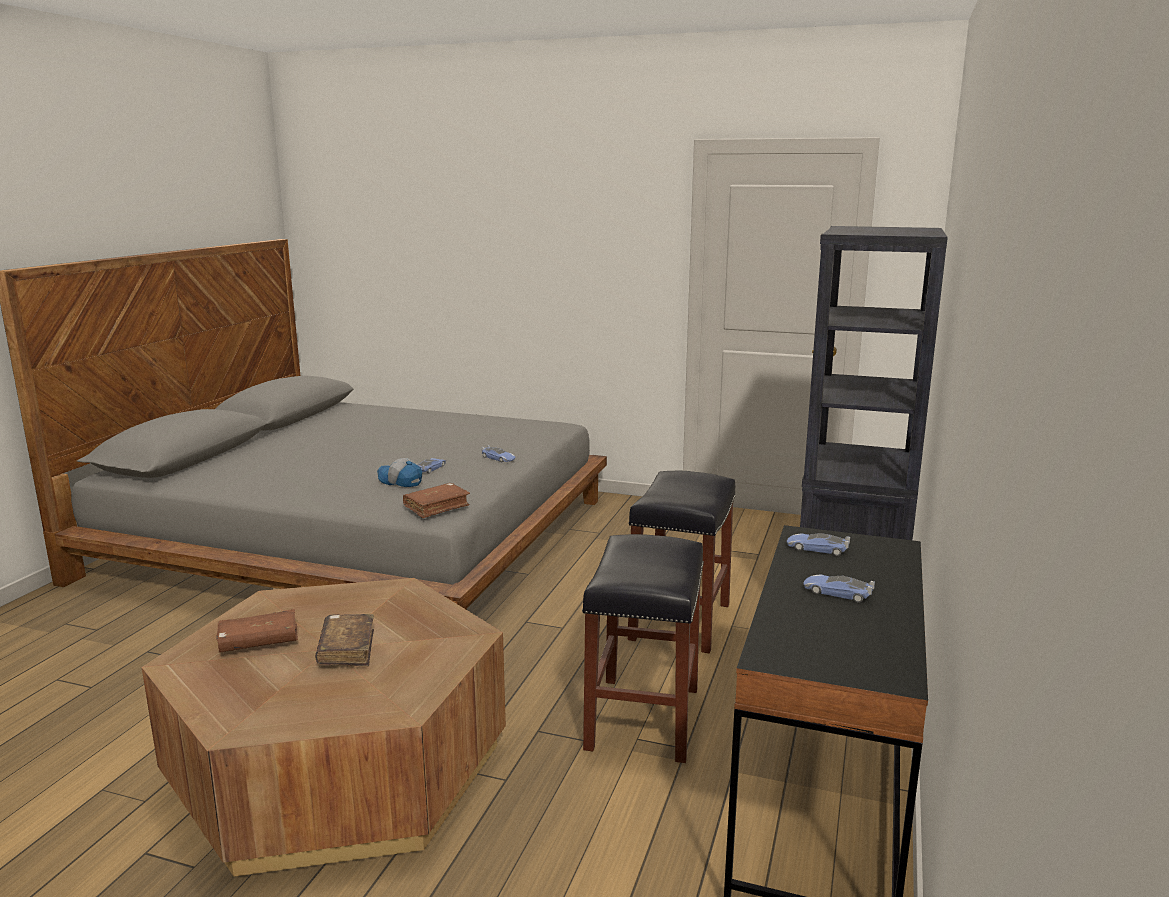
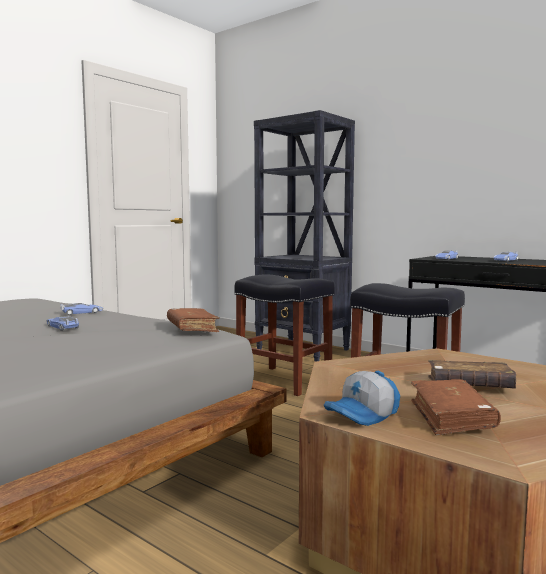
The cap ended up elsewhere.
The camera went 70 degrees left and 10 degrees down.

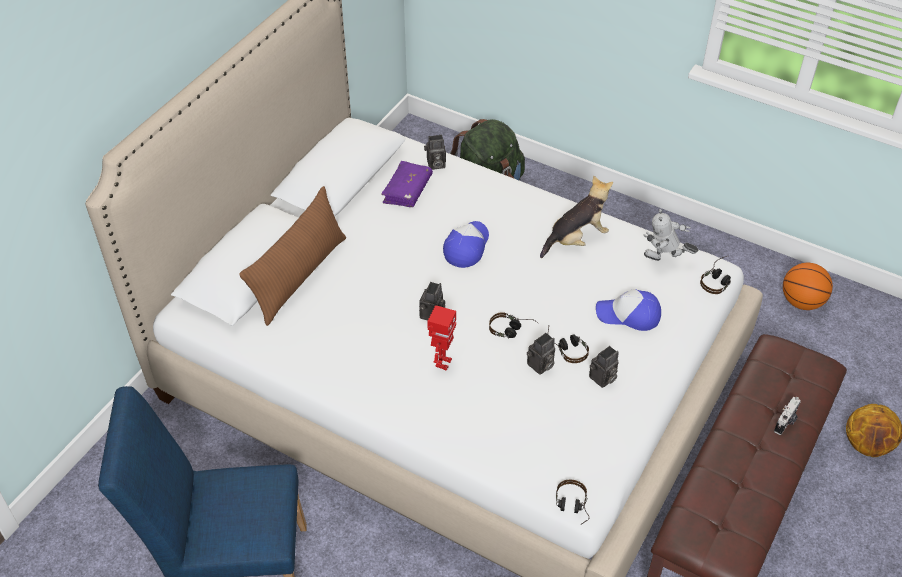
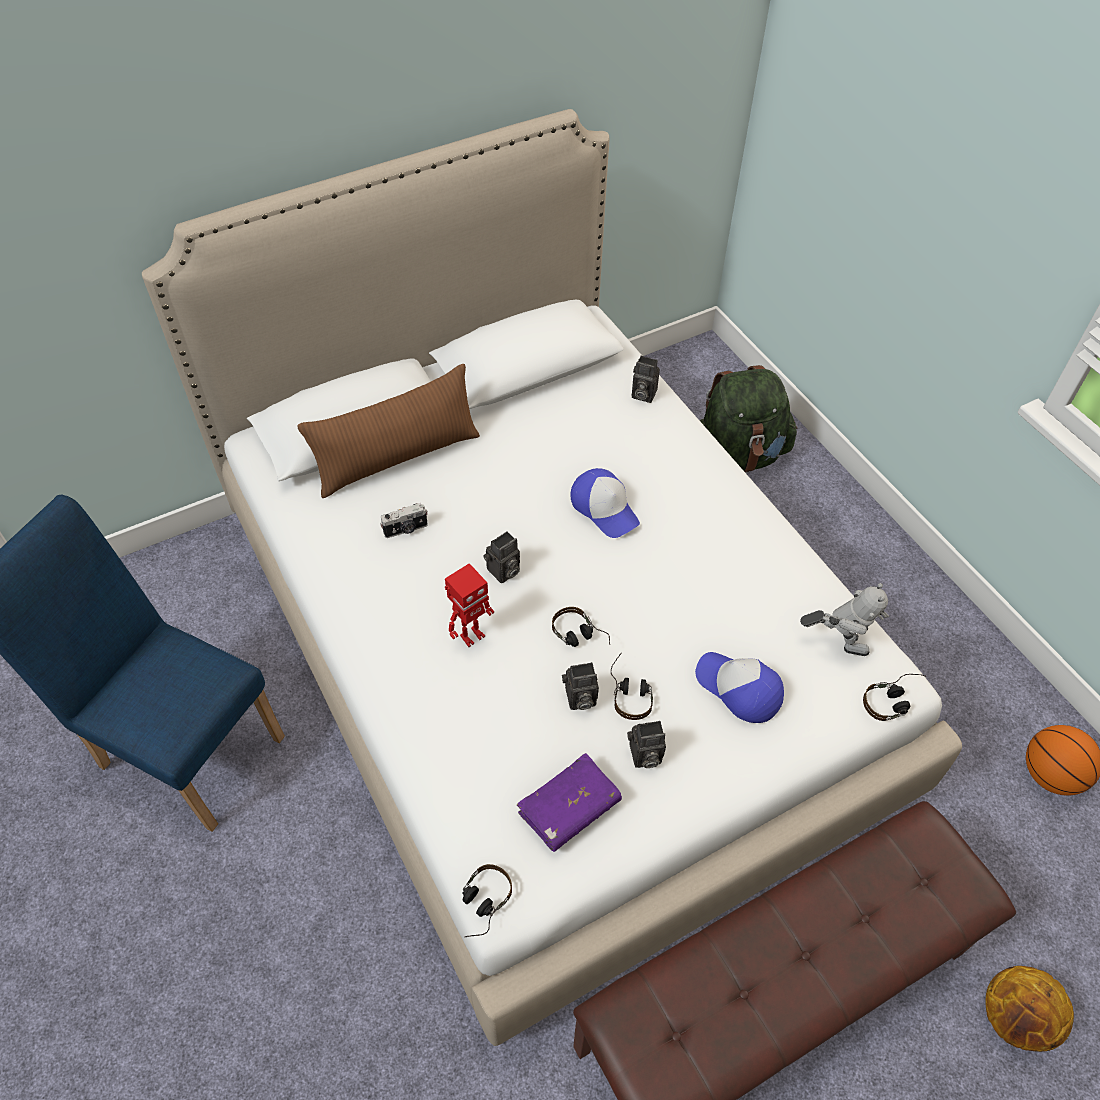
The photo camera (no. 5 from left in the first image) ended up elsewhere.
The purple book ended up elsewhere.
The cap (no. 1 from left) ended up facing another way, 90 degrees clockwise from before.
The toy robot (no. 2 from left) ended up facing another way, 150 degrees clockwise from before.
The second view lost the plush toy.
The camera went 30 degrees right and 5 degrees up.

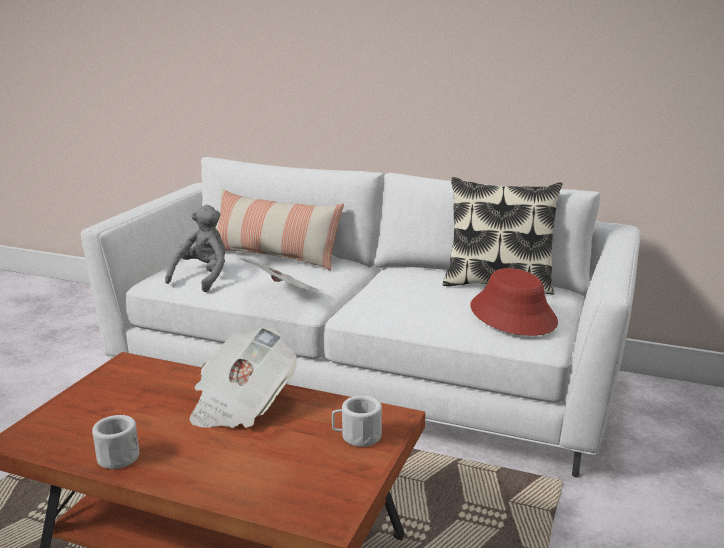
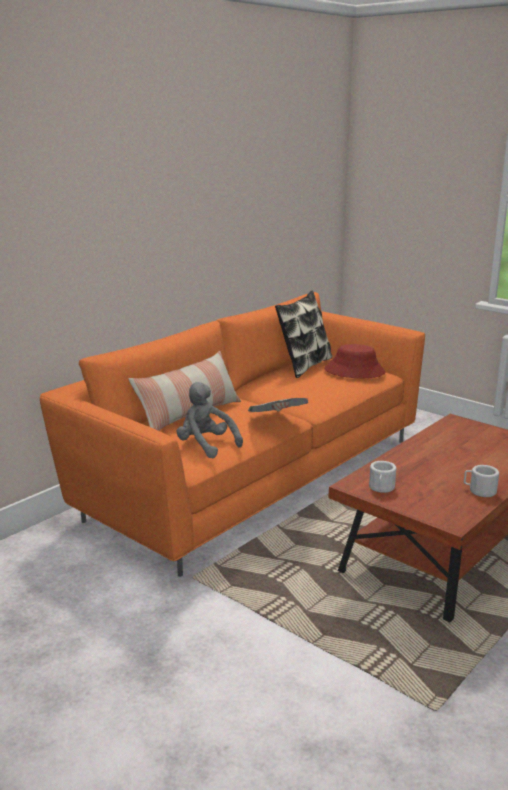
What was the white sofa turned into the orange sofa.
The white mug (no. 2 from left in the first image) ended up elsewhere.
The second view lost the newspaper (no. 1 from left).
The camera went 70 degrees left and 0 degrees up.

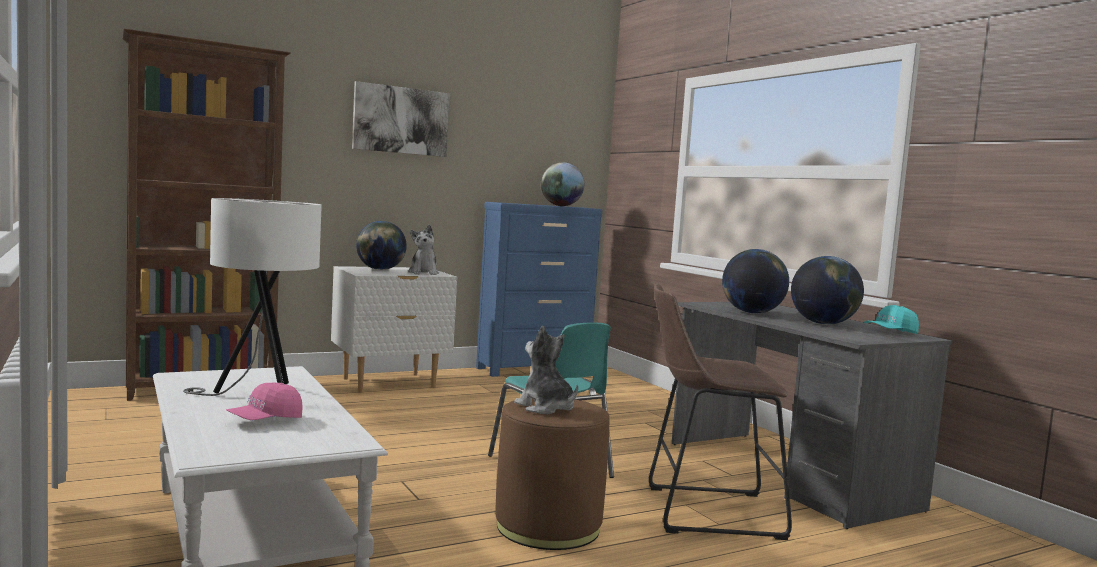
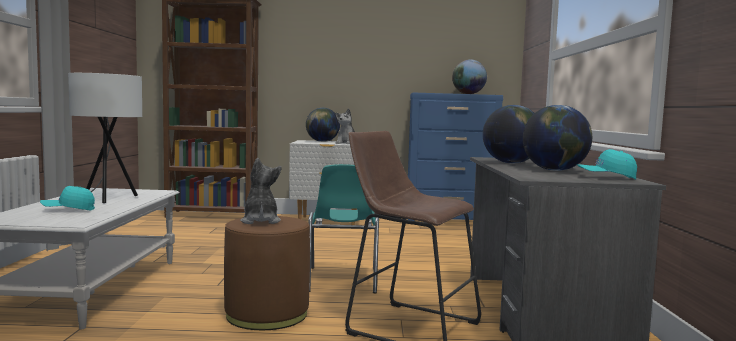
What was the pink cap turned into the turquoise cap (no. 1 from left).
The second view lost the picture.
The camera went 30 degrees right and 0 degrees up.

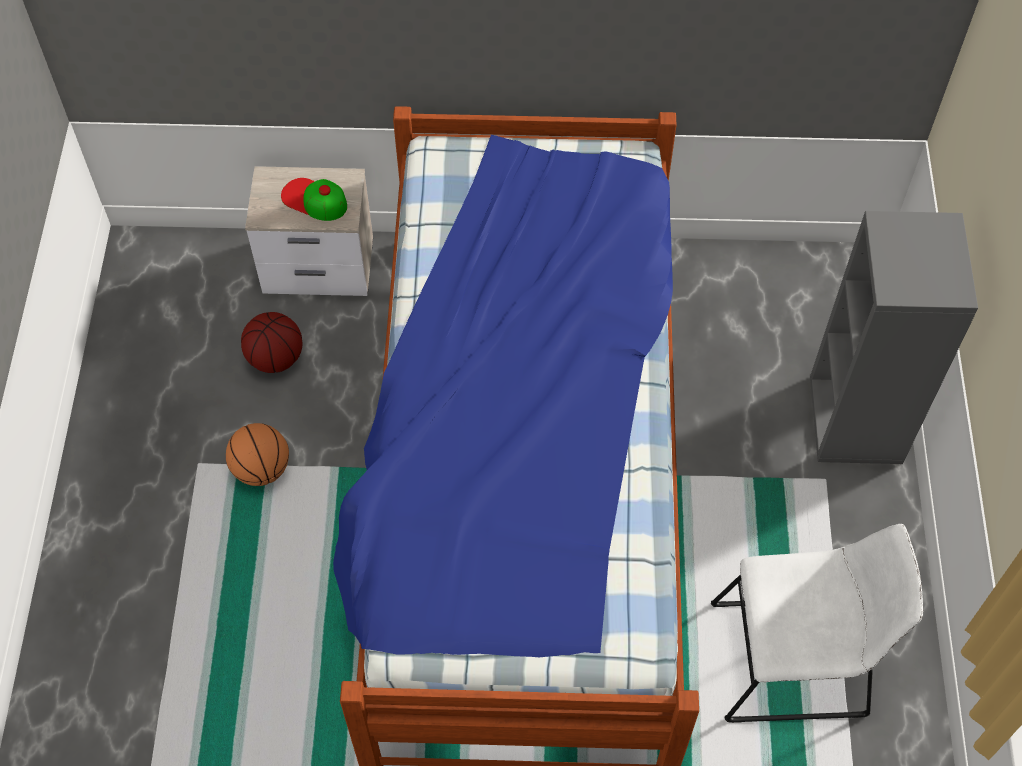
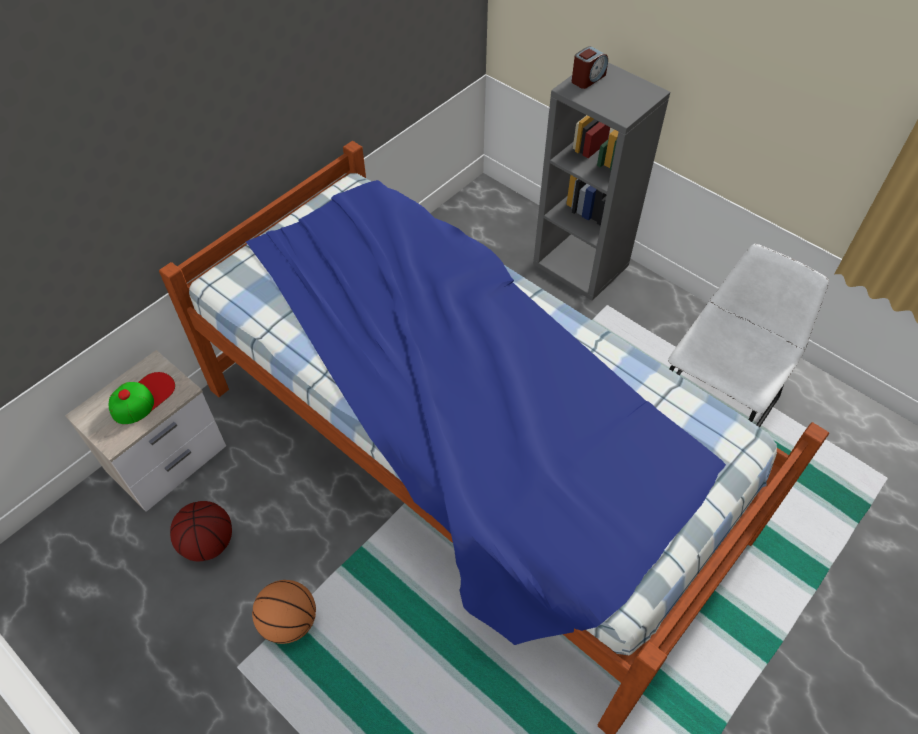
The cap ended up facing another way, 150 degrees clockwise from before.
The second view gained the alarm clock.
The camera went 50 degrees left and 5 degrees down.

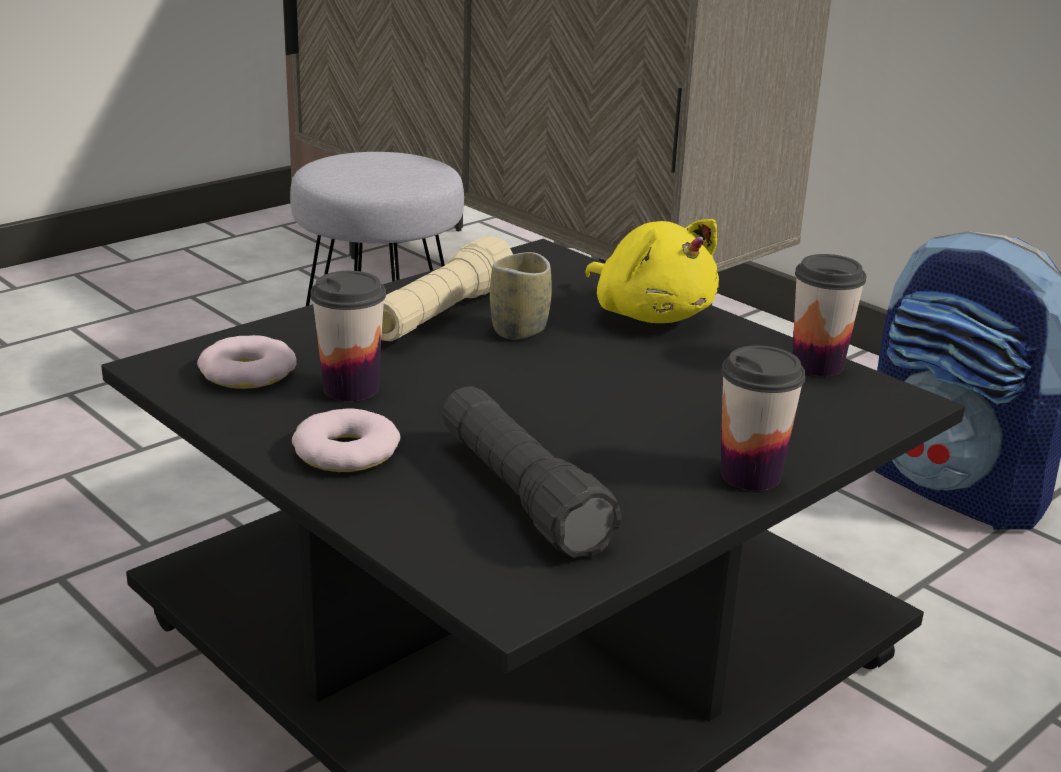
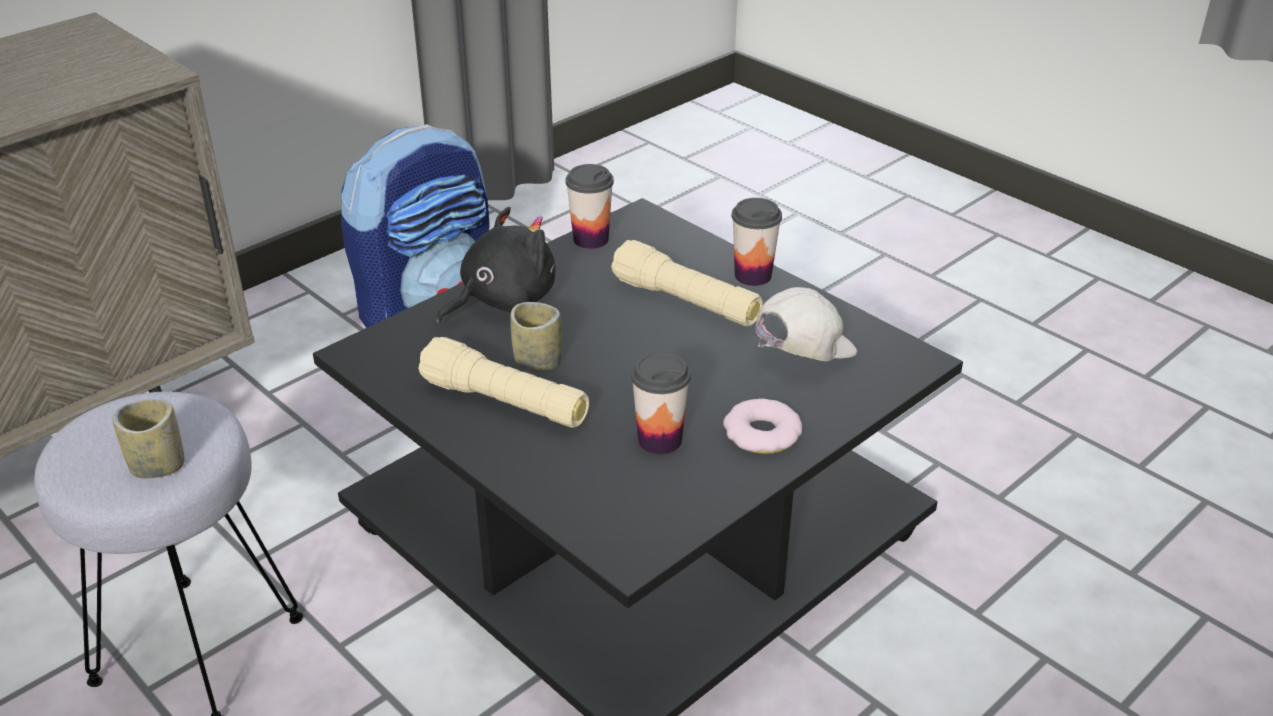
The second view gained the cup (no. 1 from left).
What was the yellow plush toy turned into the black plush toy.
The second view gained the beige flashlight (no. 2 from left).
Where the black flashlight stood, the white cap came to stand.
The second view lost the donut (no. 1 from left).
The camera went 90 degrees left and 10 degrees up.

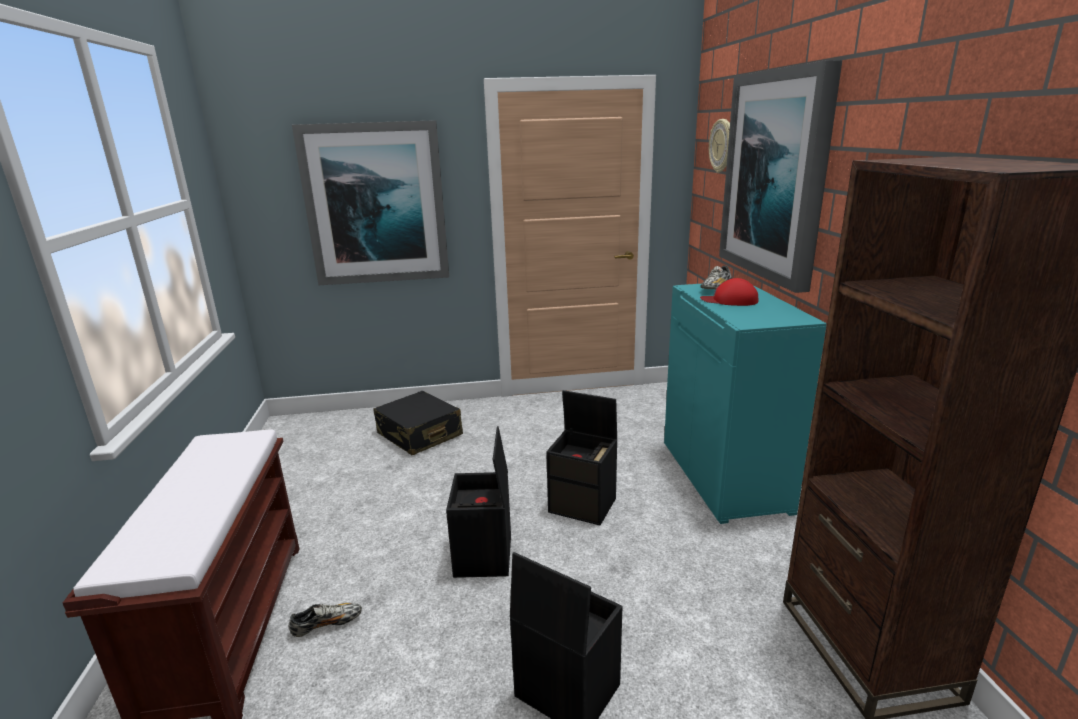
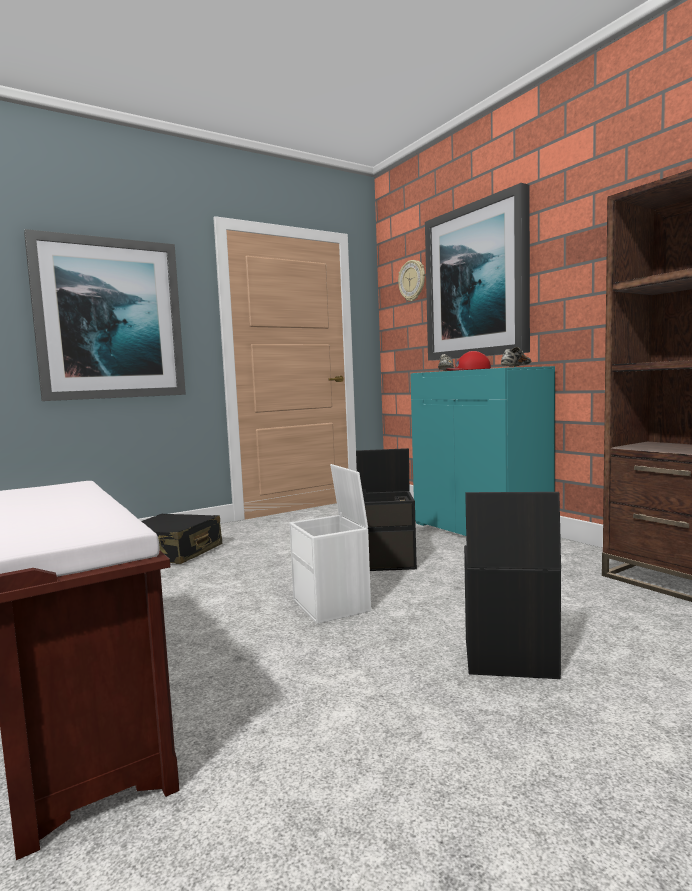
What was the black storage box (no. 1 from left) turned into the white storage box.
The shoe (no. 1 from left in the first image) ended up elsewhere.
The camera went 25 degrees left and 15 degrees down.

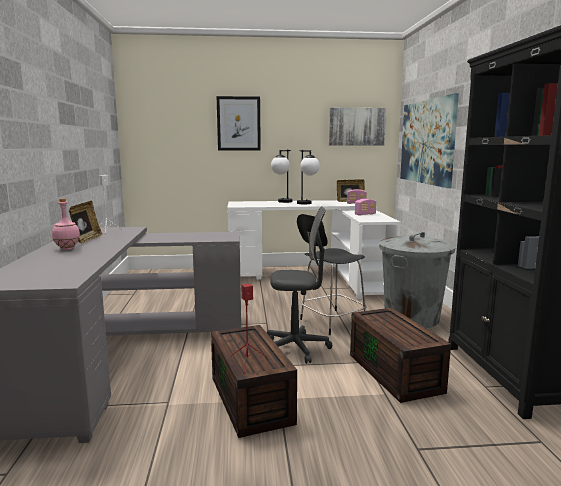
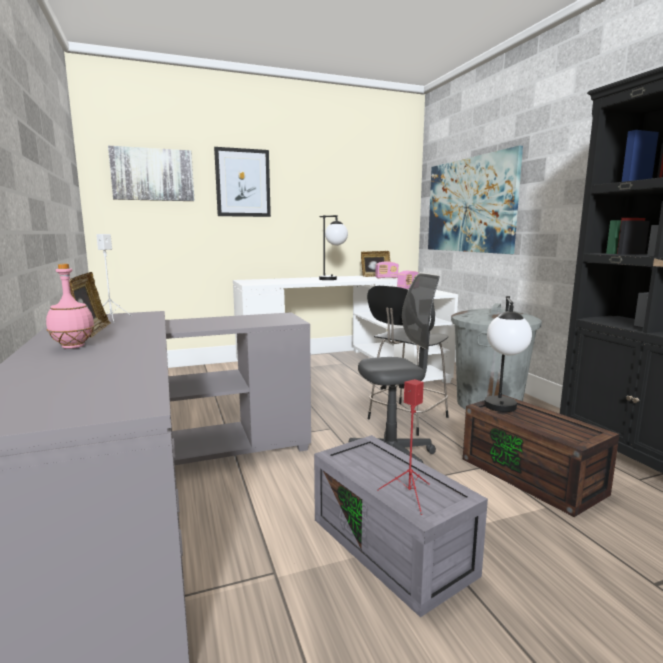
The picture (no. 2 from left in the first image) ended up elsewhere.
What was the brown storage box (no. 1 from left) turned into the grey storage box.
The table lamp (no. 1 from left in the first image) ended up elsewhere.
The camera went 15 degrees left and 0 degrees up.

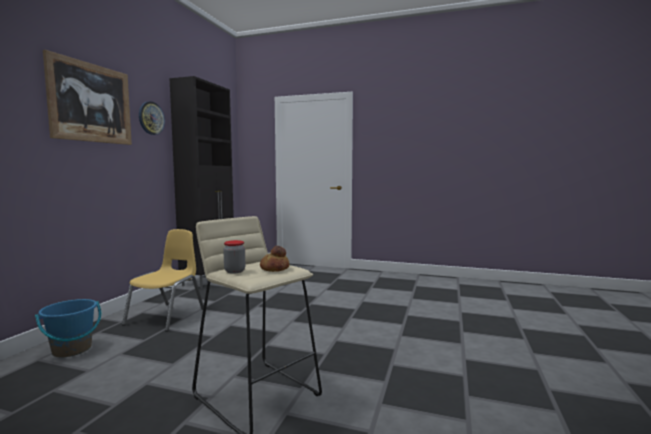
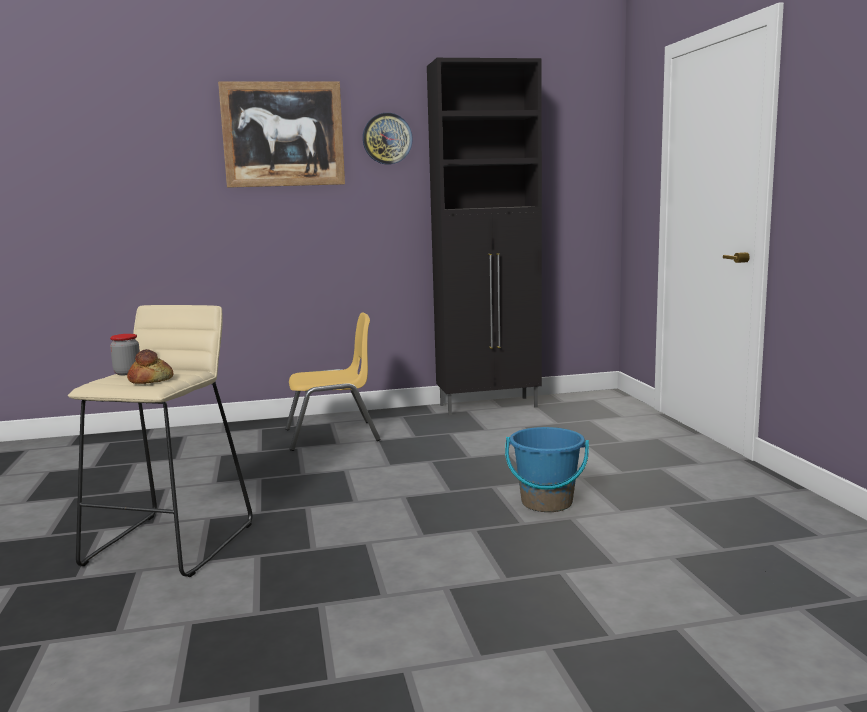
The blue bucket ended up elsewhere.
The camera went 60 degrees right and 5 degrees up.

